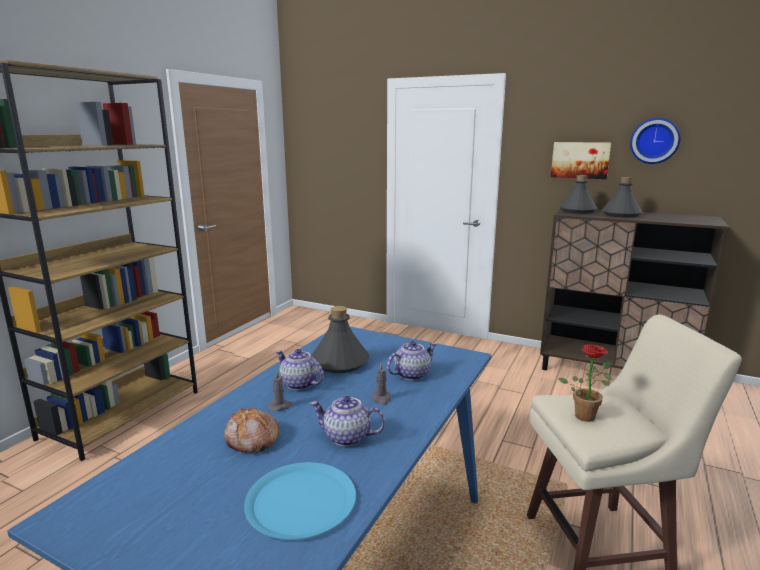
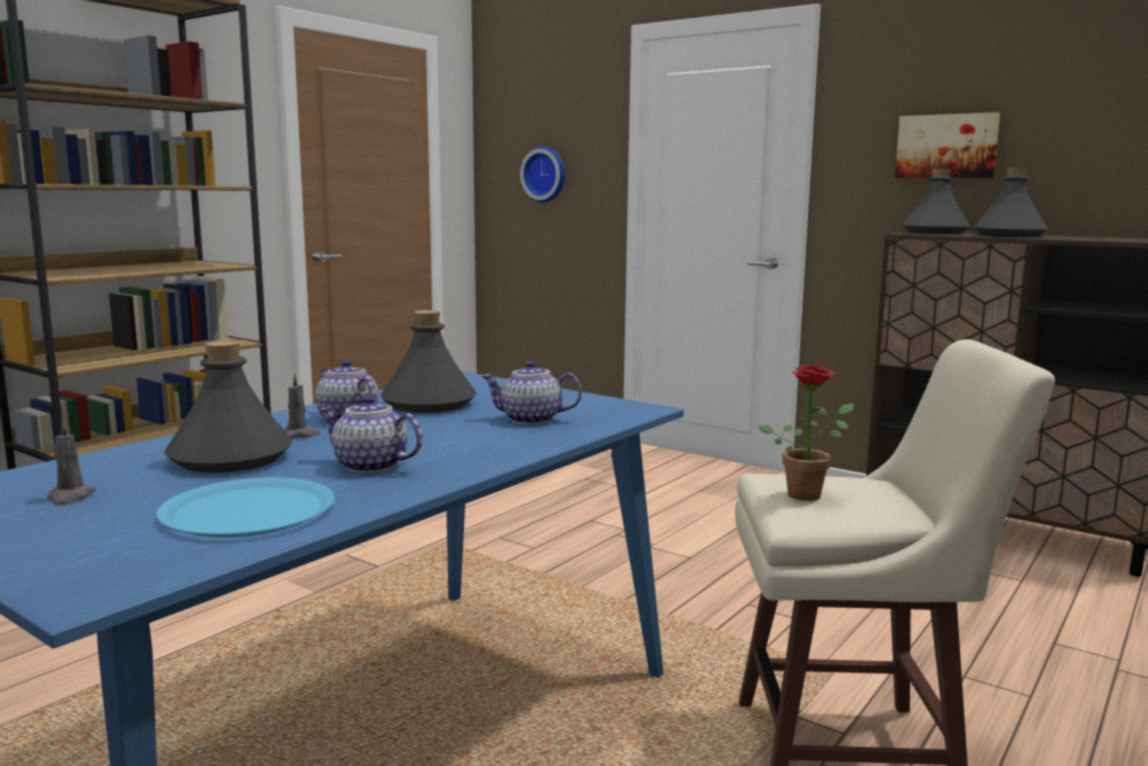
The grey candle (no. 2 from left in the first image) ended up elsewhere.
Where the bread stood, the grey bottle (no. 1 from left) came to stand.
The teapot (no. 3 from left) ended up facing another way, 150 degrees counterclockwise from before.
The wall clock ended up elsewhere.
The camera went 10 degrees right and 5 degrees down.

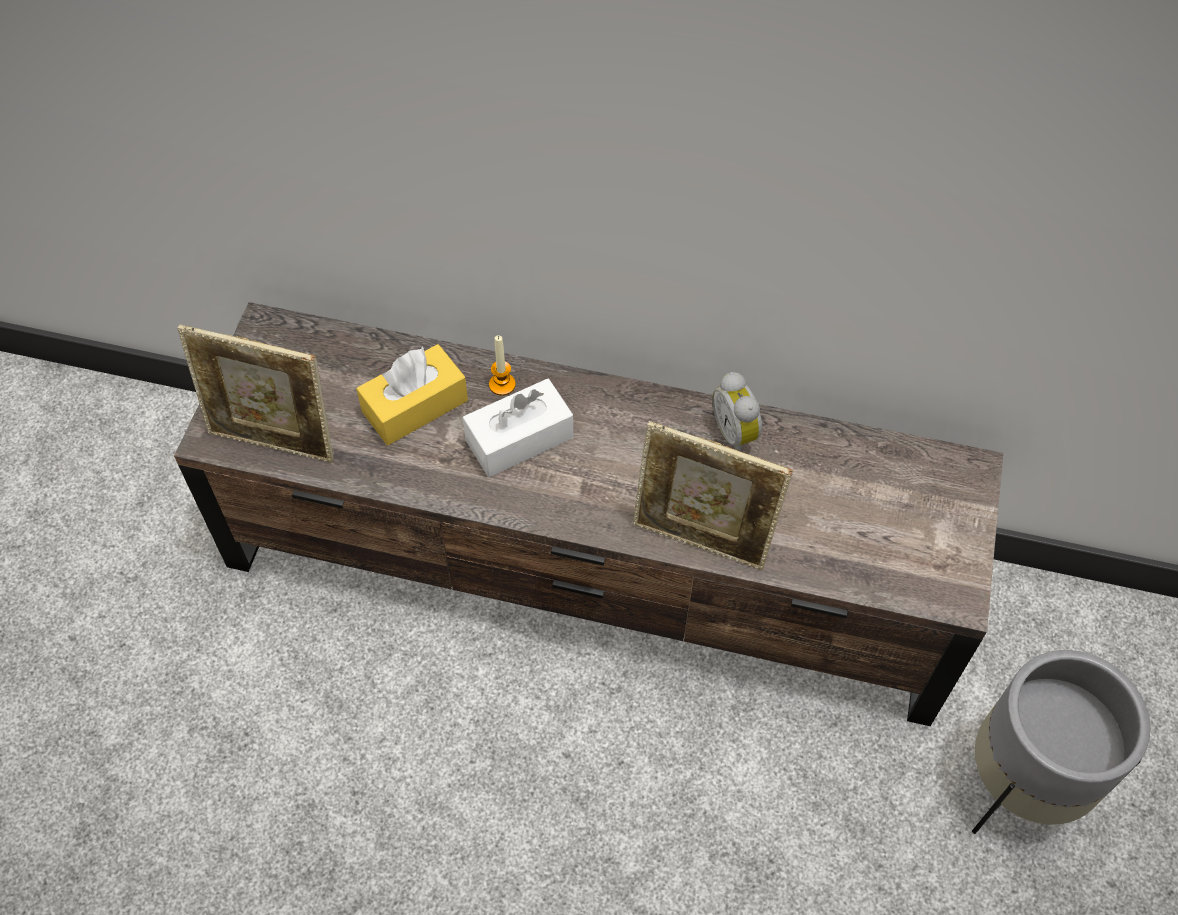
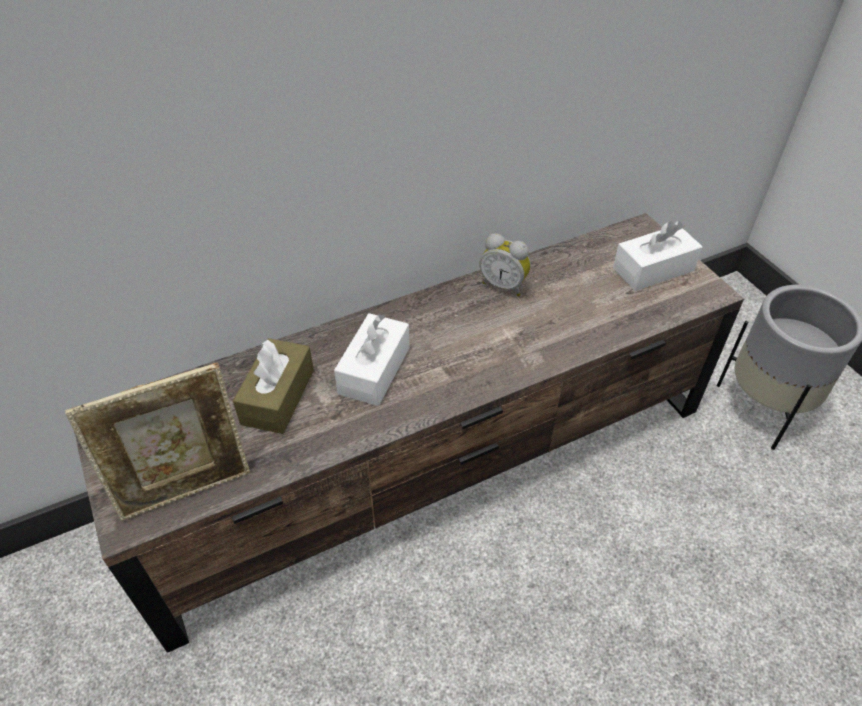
What was the yellow tissue box turned into the brown tissue box.
The second view gained the white tissue box (no. 2 from left).
The second view lost the candle.
The second view lost the picture frame (no. 2 from left).
The camera went 40 degrees left and 10 degrees down.

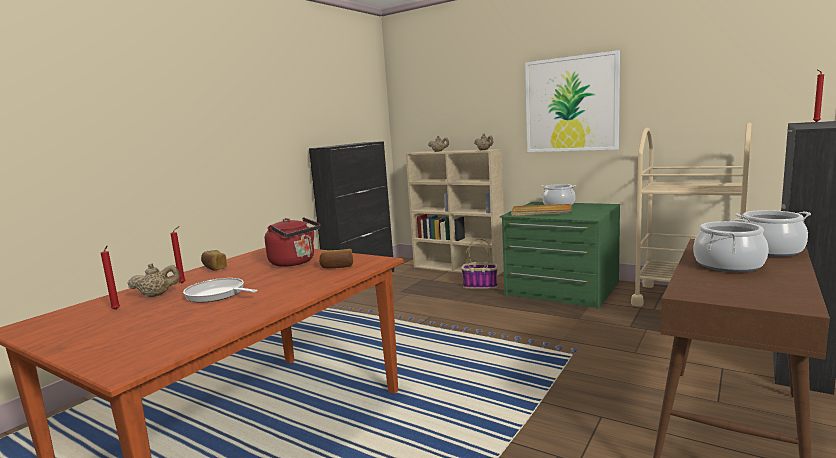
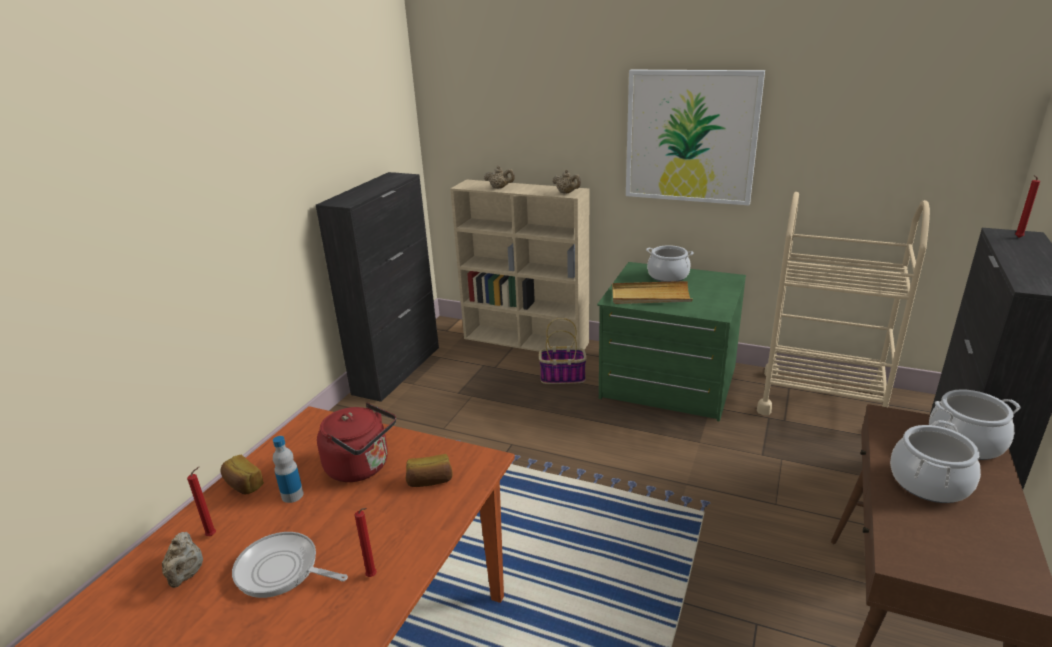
The beige teapot (no. 1 from left) ended up facing another way, 105 degrees clockwise from before.
The second view gained the bottle.
The red candle (no. 1 from left in the first image) ended up elsewhere.
The camera went 10 degrees left and 15 degrees up.

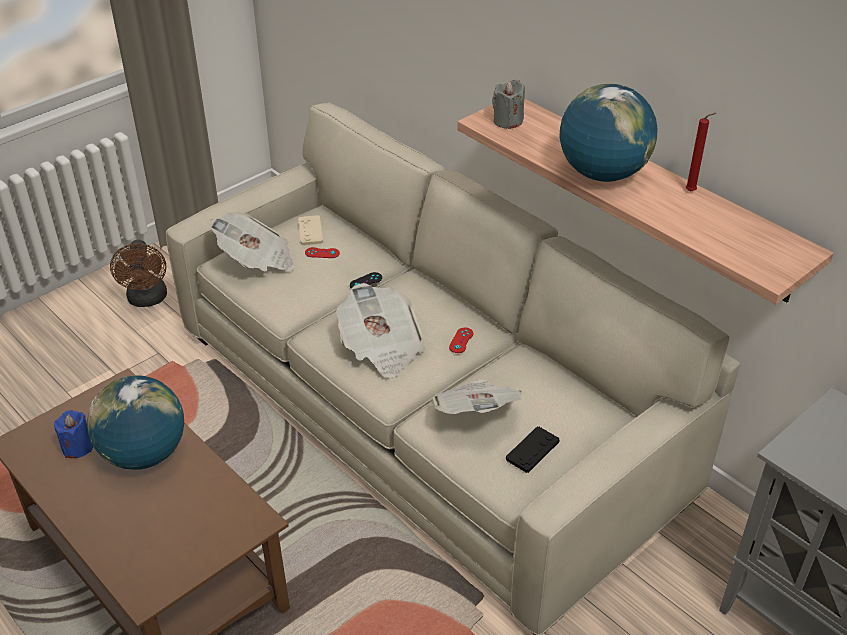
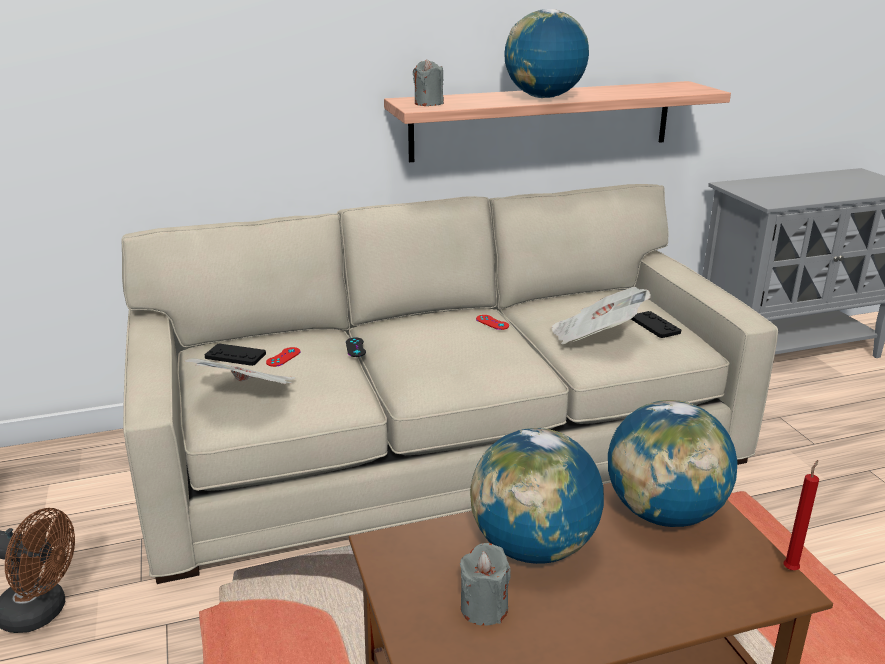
What was the beige game controller turned into the black game controller (no. 1 from left).
What was the blue candle turned into the grey candle (no. 2 from left).
The second view gained the globe (no. 3 from left).
The red candle ended up elsewhere.
The second view lost the newspaper (no. 2 from left).
The camera went 65 degrees left and 15 degrees down.

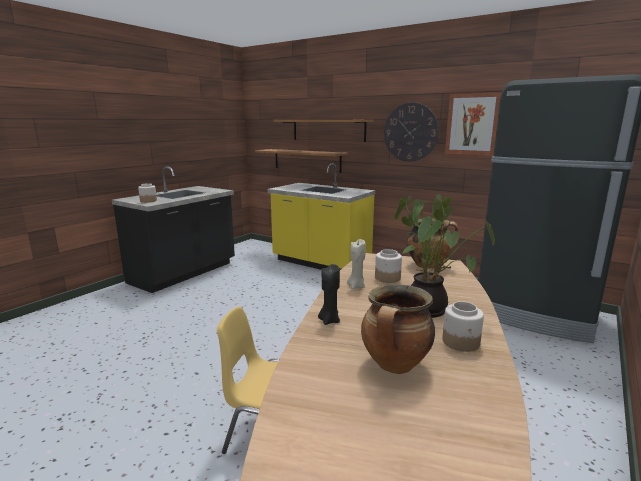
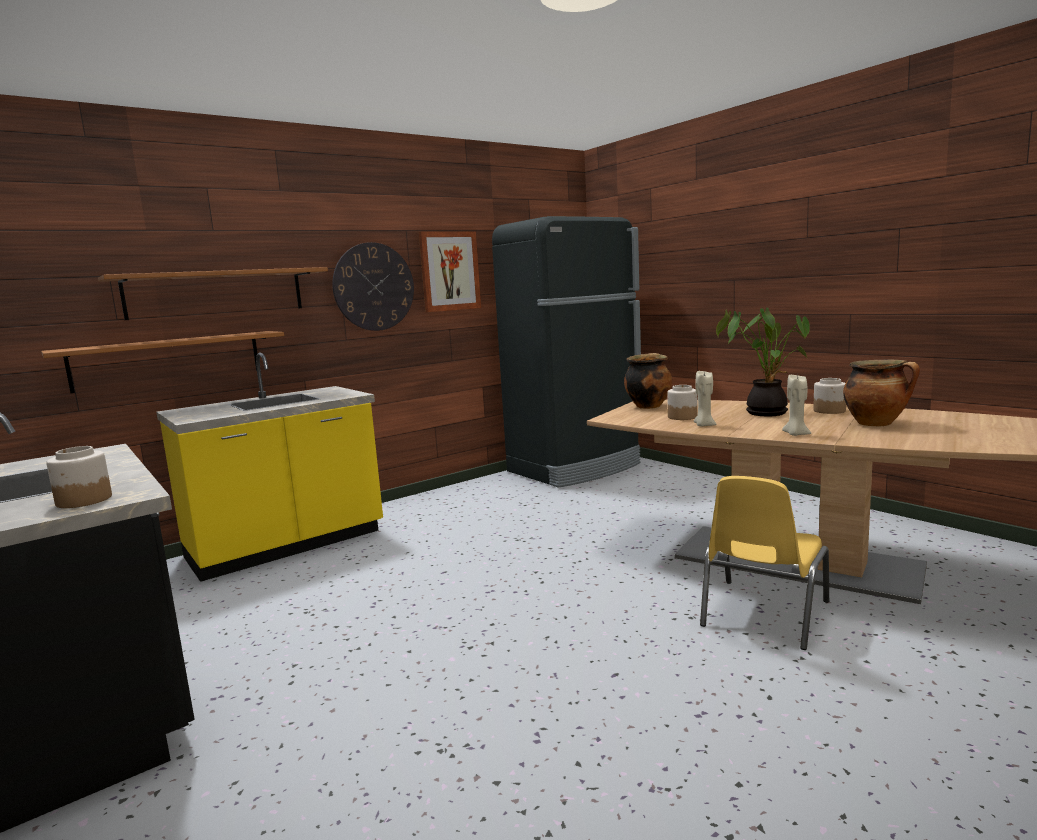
What was the black candle turned into the beige candle (no. 2 from left).
The camera went 70 degrees left and 5 degrees down.

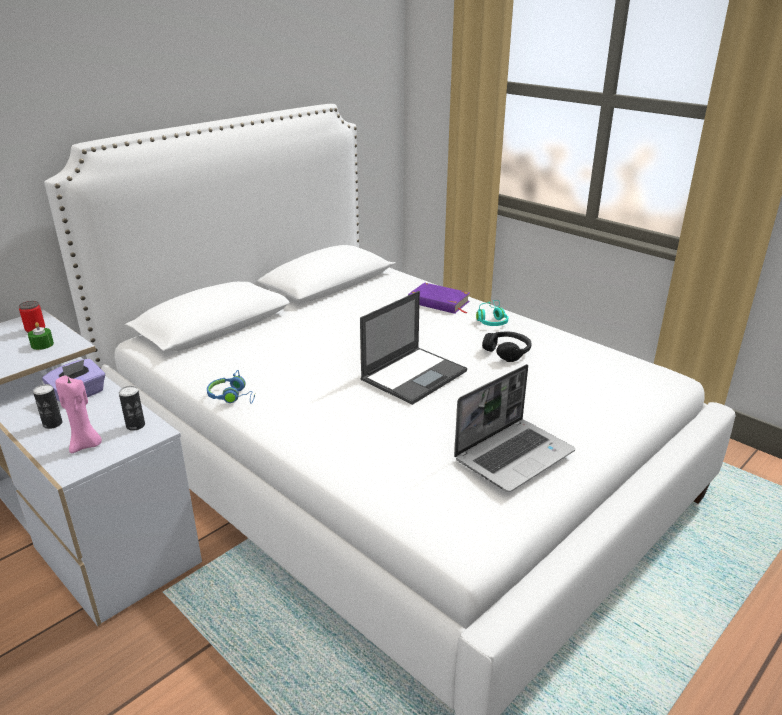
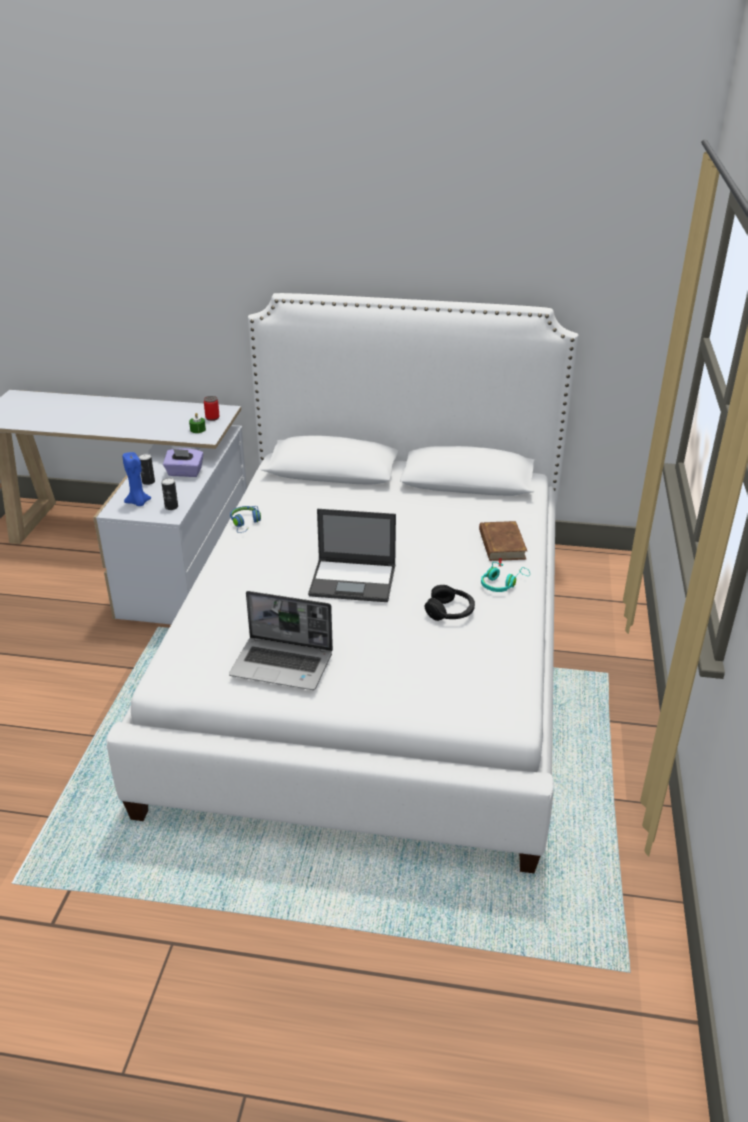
What was the pink candle turned into the blue candle.
What was the purple book turned into the brown book.
The camera went 55 degrees right and 5 degrees up.

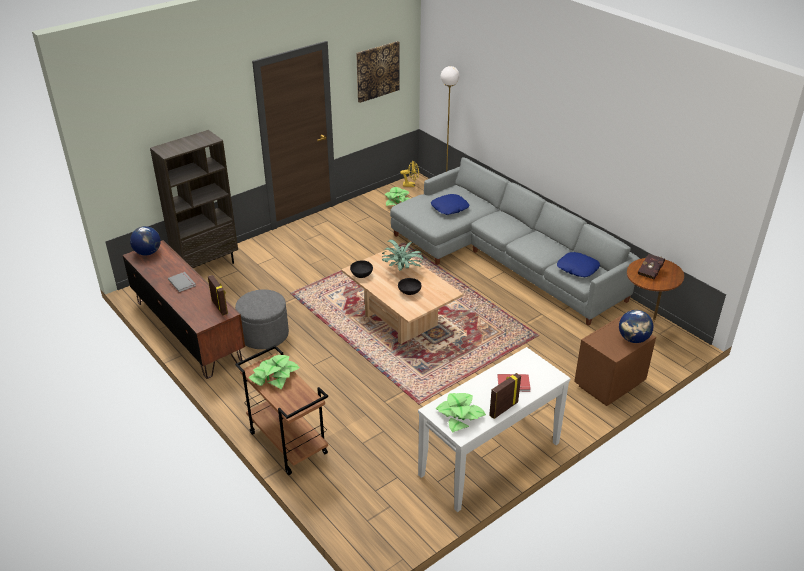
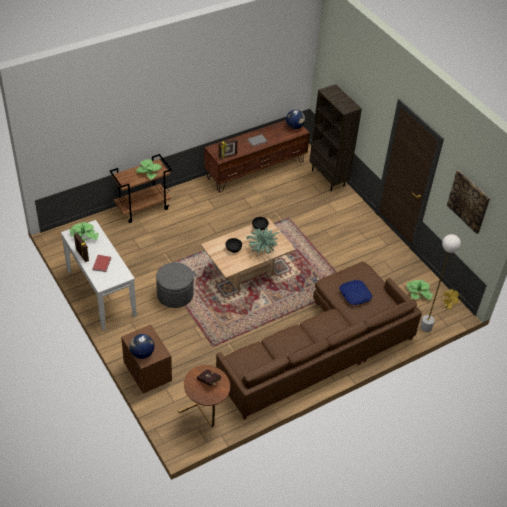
The grey ottoman ended up elsewhere.
What was the grey sofa turned into the brown sofa.
The second view lost the blue pillow (no. 2 from left).
The camera went 95 degrees right and 10 degrees up.

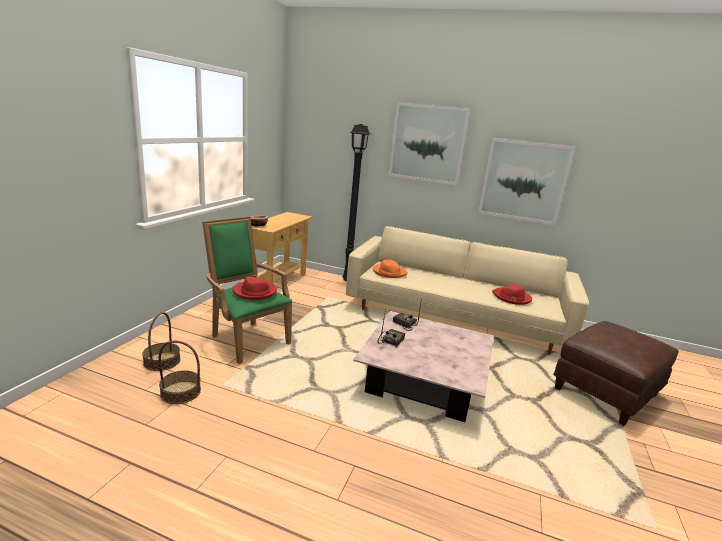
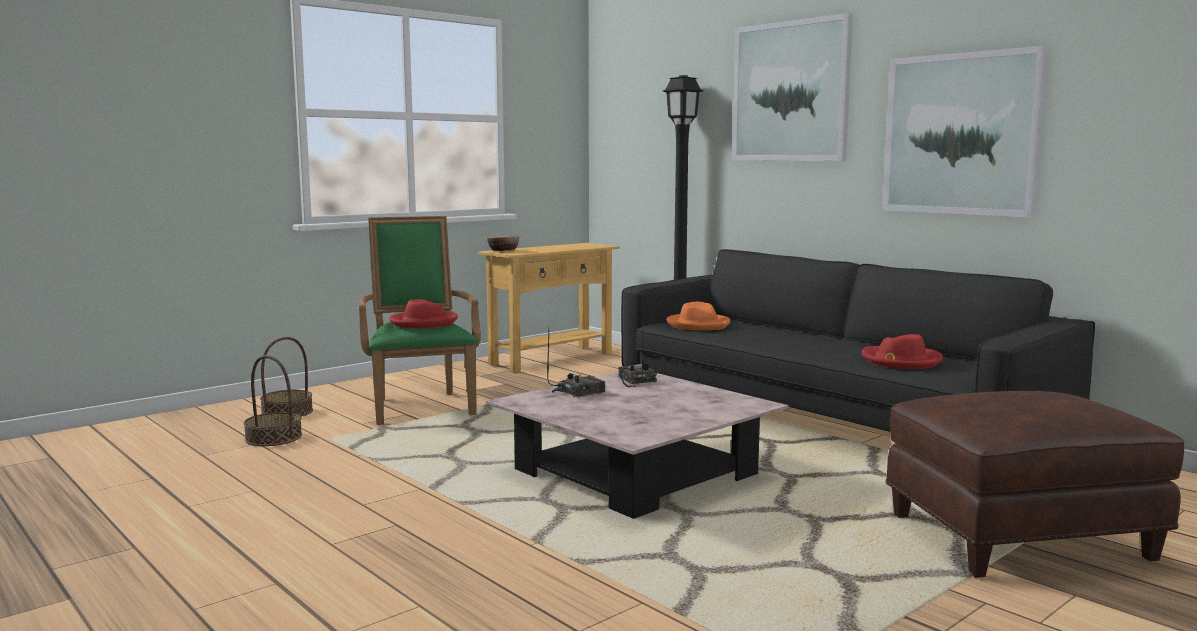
What was the beige sofa turned into the black sofa.
The camera went 30 degrees right and 10 degrees down.

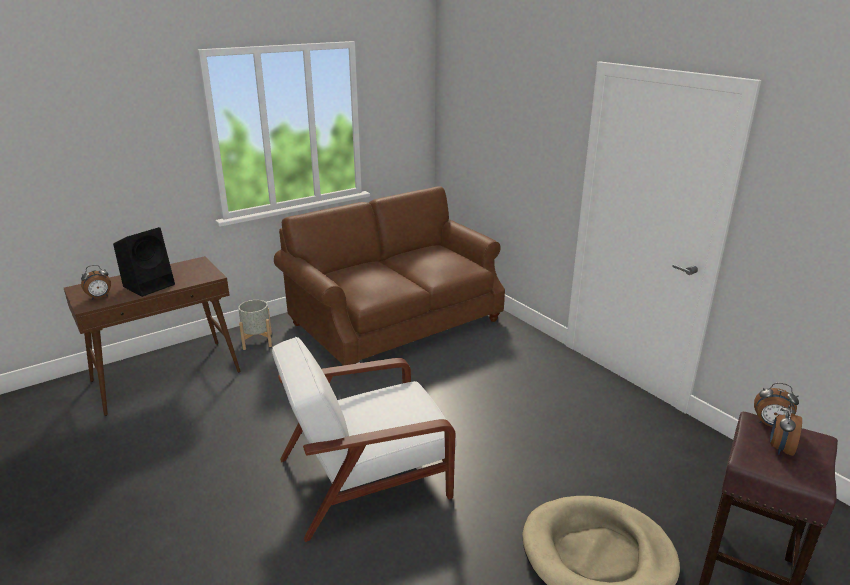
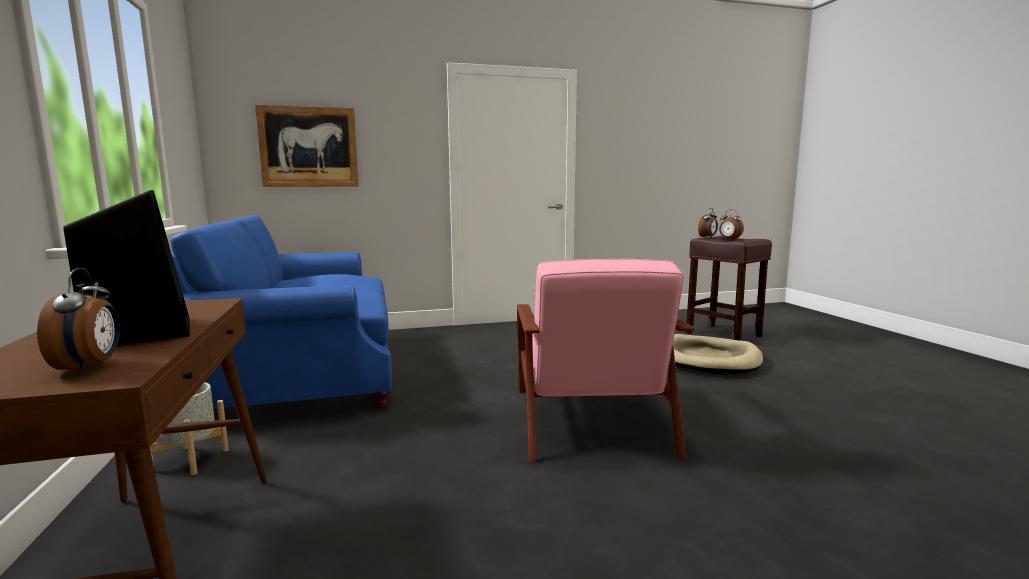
What was the brown sofa turned into the blue sofa.
The second view gained the picture.
What was the white armchair turned into the pink armchair.
The camera went 70 degrees left and 15 degrees down.

